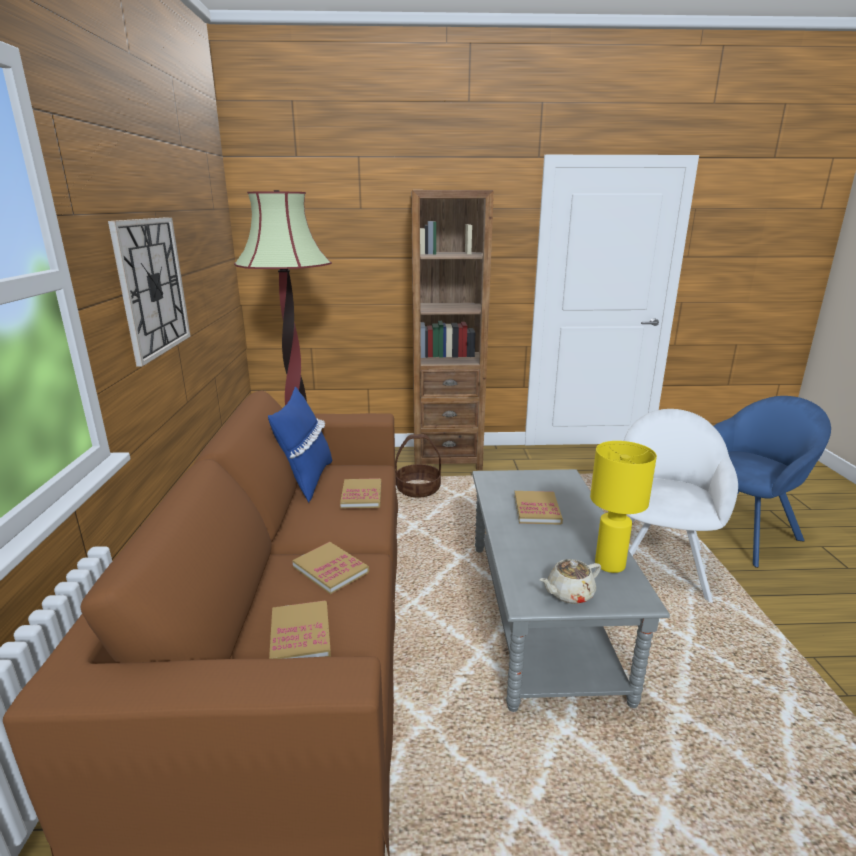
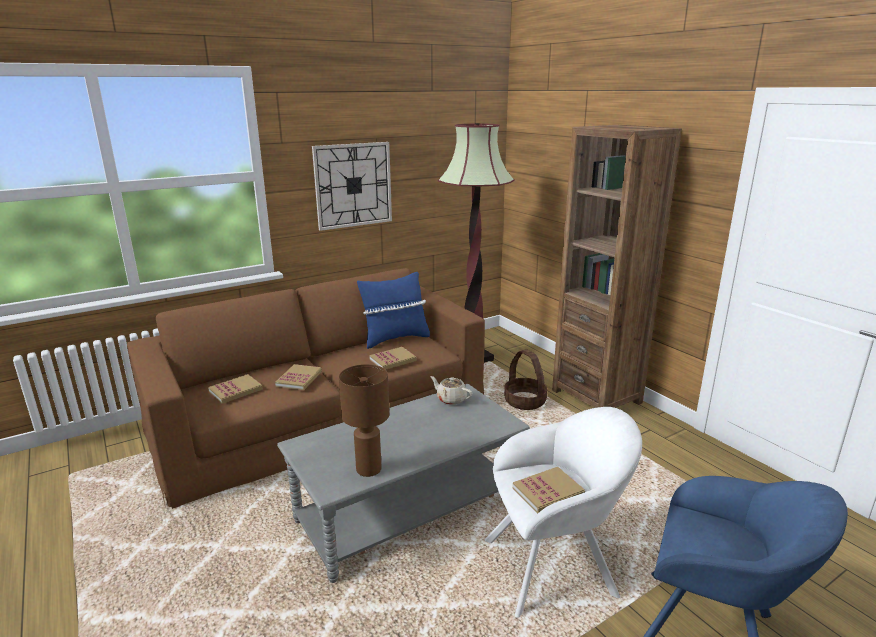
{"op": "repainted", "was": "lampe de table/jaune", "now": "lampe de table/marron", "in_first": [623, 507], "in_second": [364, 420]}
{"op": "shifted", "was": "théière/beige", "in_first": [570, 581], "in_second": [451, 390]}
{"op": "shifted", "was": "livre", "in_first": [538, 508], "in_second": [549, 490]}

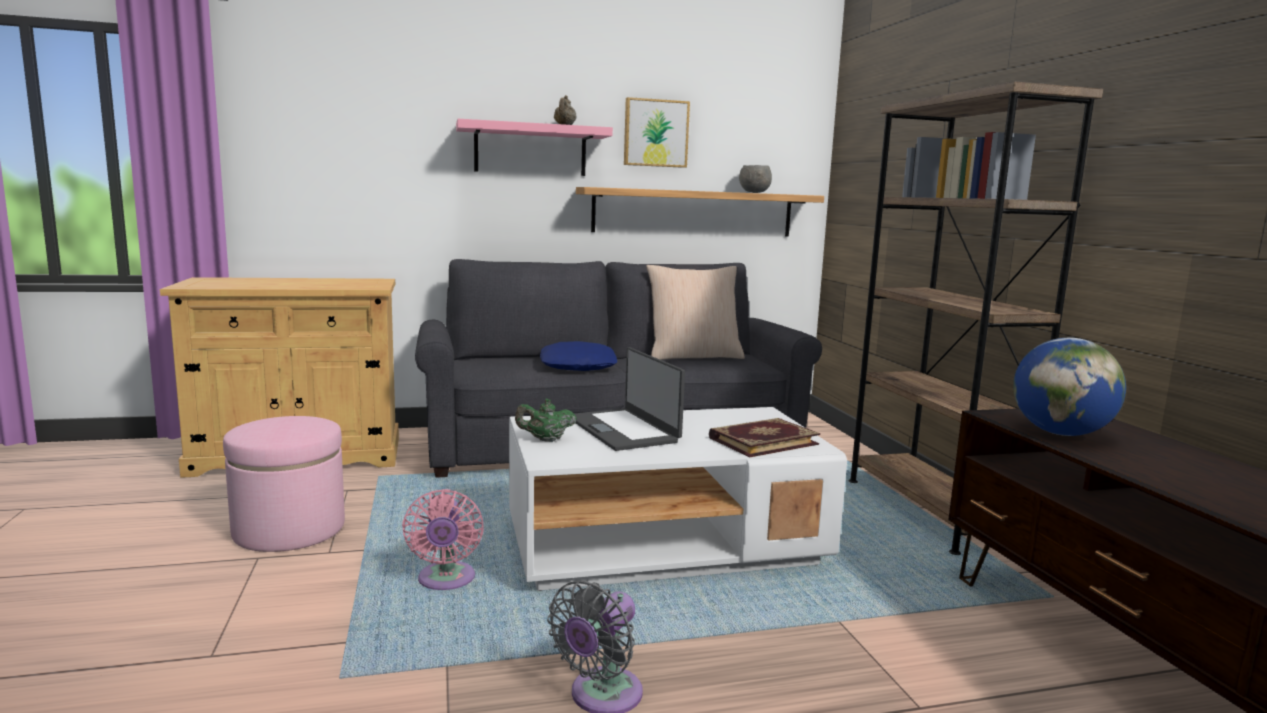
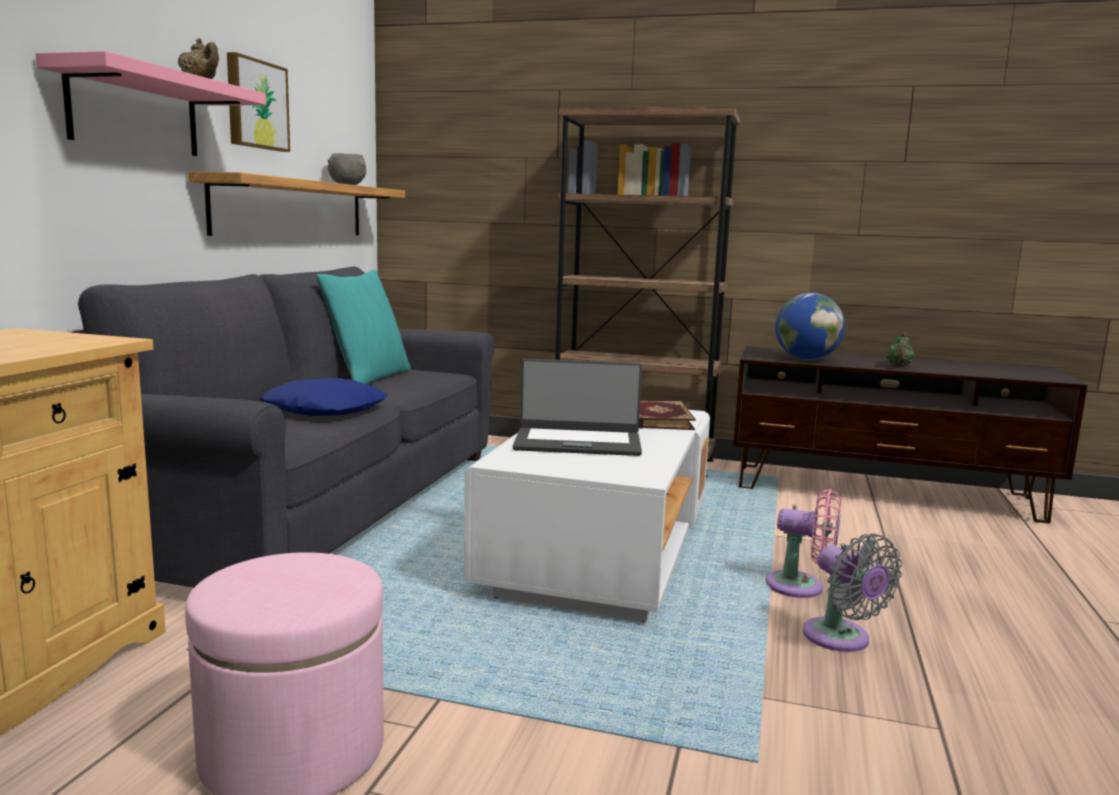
{"op": "repainted", "was": "coussin/beige", "now": "coussin/turquoise", "in_first": [695, 312], "in_second": [363, 326]}
{"op": "shifted", "was": "ventilateur/rose", "in_first": [443, 539], "in_second": [803, 543]}
{"op": "shifted", "was": "théière/vert", "in_first": [546, 420], "in_second": [900, 350]}

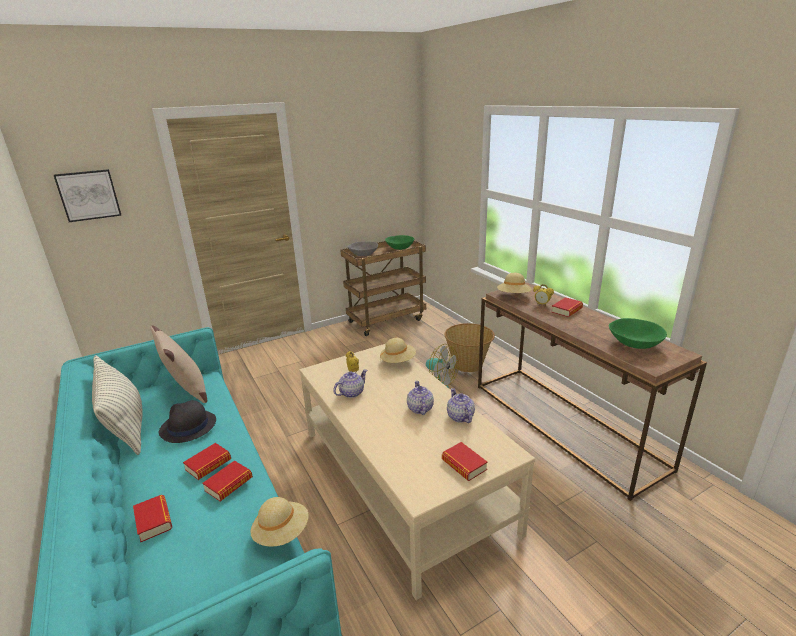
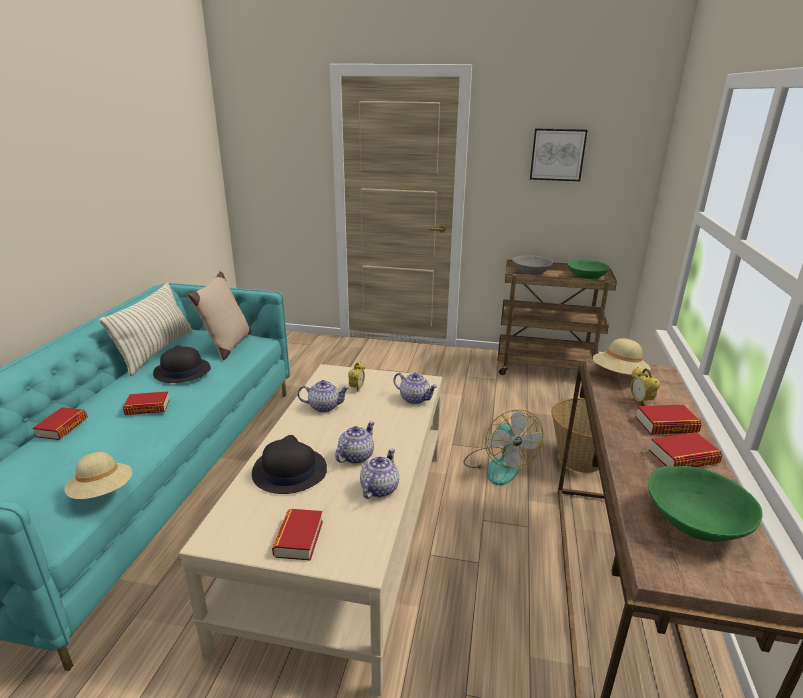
{"op": "new", "now": "chapeau/noir", "in_second": [289, 464]}
{"op": "swapped", "was": "chapeau/beige", "now": "théière", "in_first": [398, 350], "in_second": [415, 388]}
{"op": "shifted", "was": "tableau", "in_first": [88, 195], "in_second": [558, 154]}
{"op": "shifted", "was": "livre", "in_first": [227, 481], "in_second": [685, 449]}

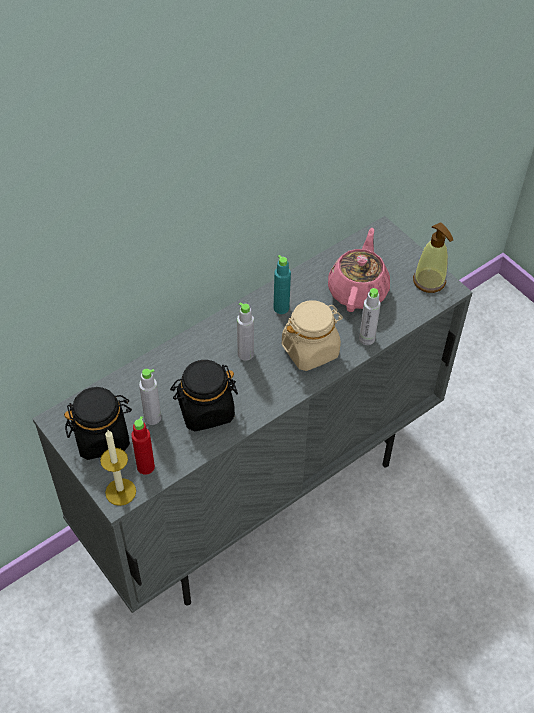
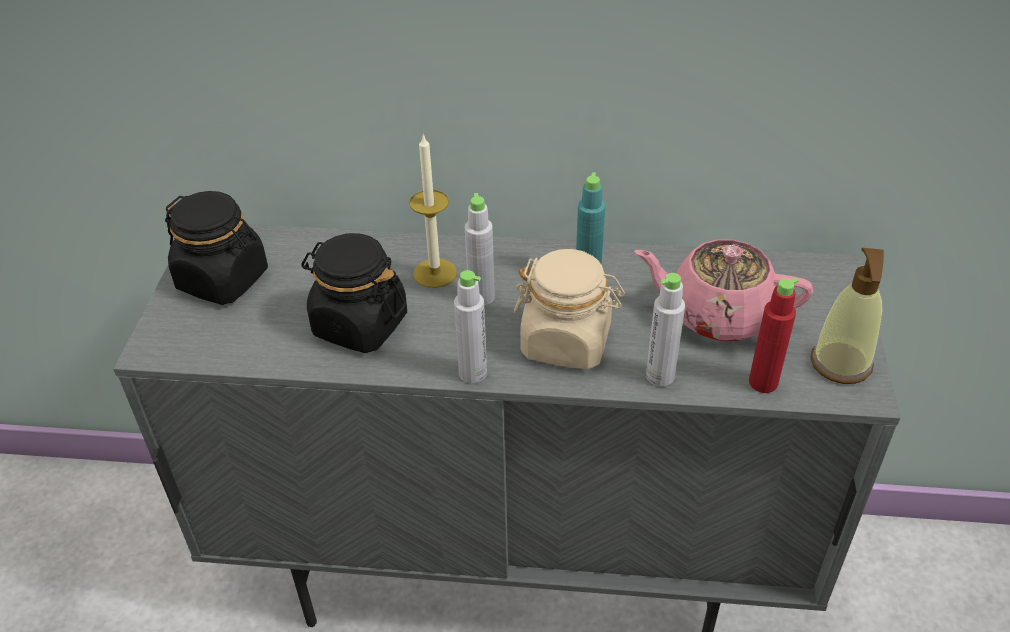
{"op": "shifted", "was": "bougie", "in_first": [118, 468], "in_second": [433, 210]}
{"op": "shifted", "was": "bouteille/gris", "in_first": [150, 397], "in_second": [470, 326]}
{"op": "rotated", "was": "théière/rose", "in_first": [359, 270], "in_second": [723, 290], "clockwise": -135}
{"op": "shifted", "was": "bouteille/rouge", "in_first": [143, 445], "in_second": [774, 335]}

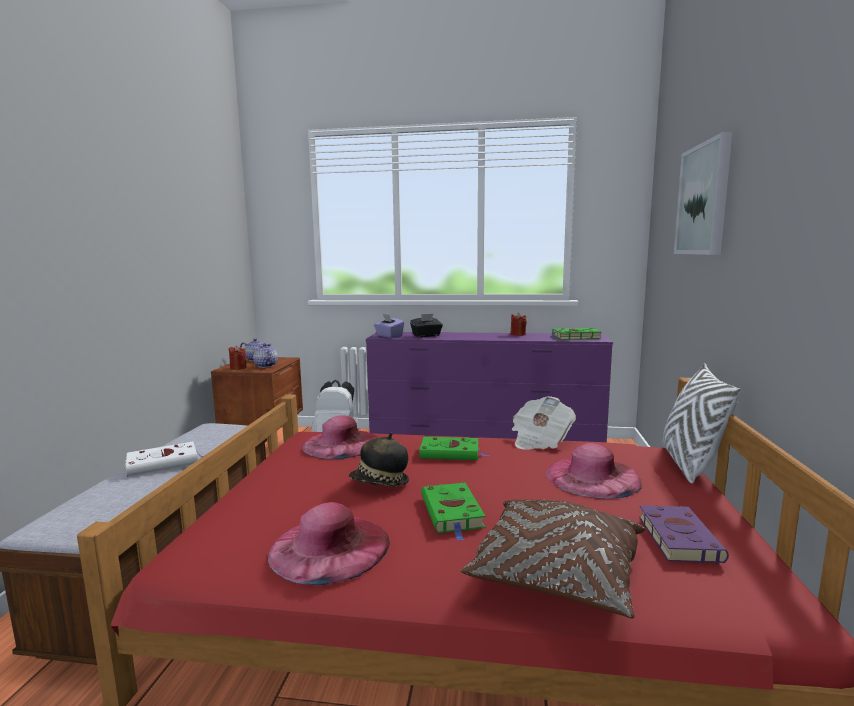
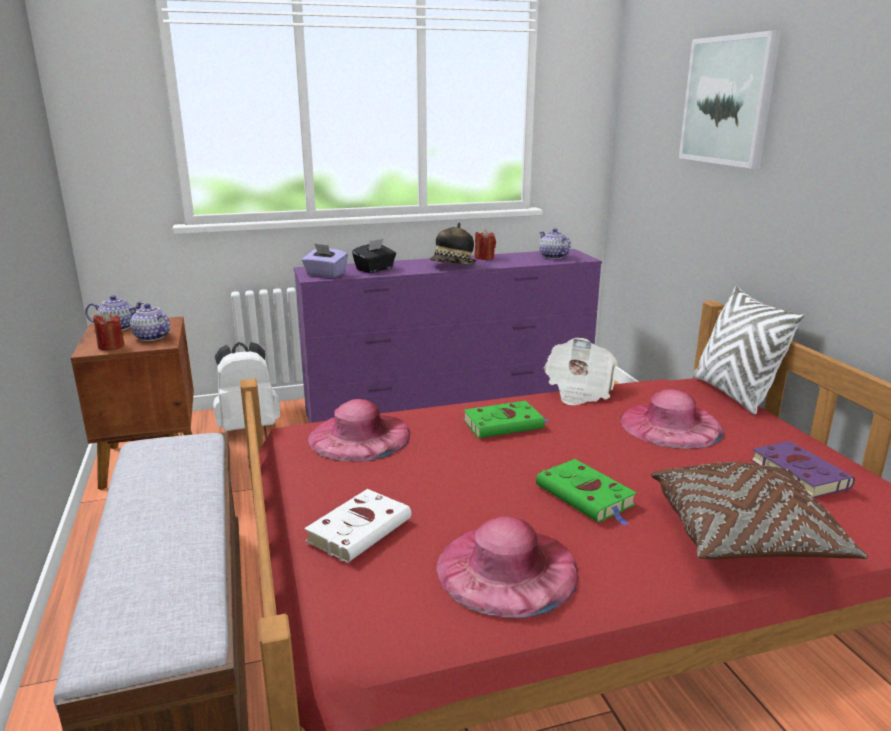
{"op": "shifted", "was": "livre/blanc", "in_first": [164, 459], "in_second": [358, 526]}
{"op": "shifted", "was": "chapeau", "in_first": [379, 459], "in_second": [452, 243]}
{"op": "swapped", "was": "livre/vert", "now": "théière", "in_first": [574, 334], "in_second": [555, 243]}

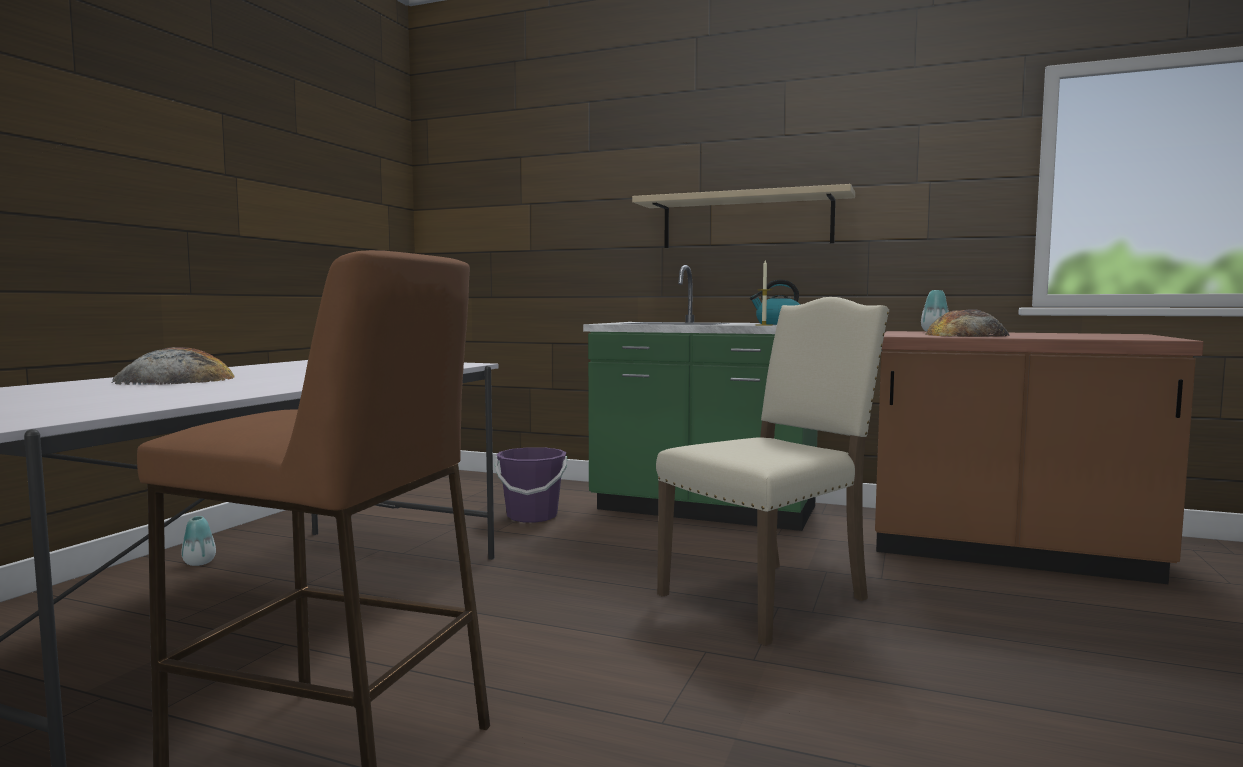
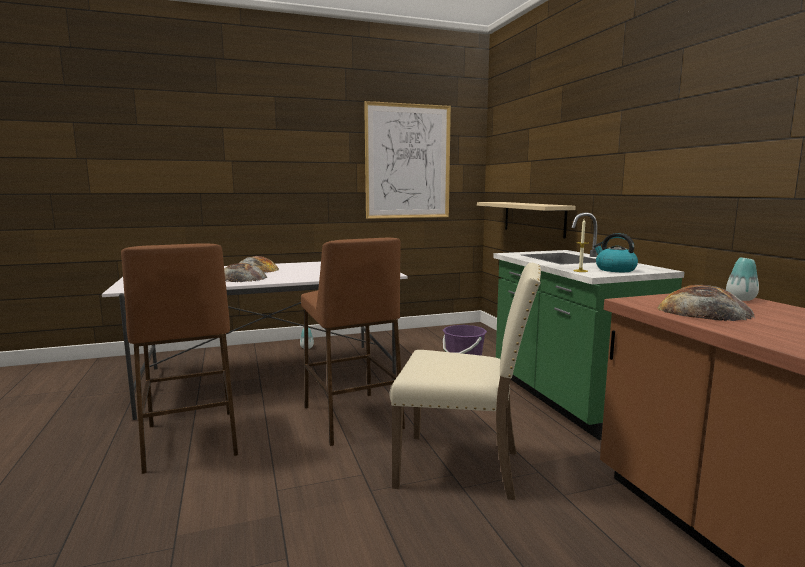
{"op": "new", "now": "pain", "in_second": [245, 272]}
{"op": "new", "now": "tabouret/marron", "in_second": [353, 342]}
{"op": "new", "now": "tableau", "in_second": [407, 160]}
{"op": "shifted", "was": "étagère/beige", "in_first": [743, 216], "in_second": [526, 220]}

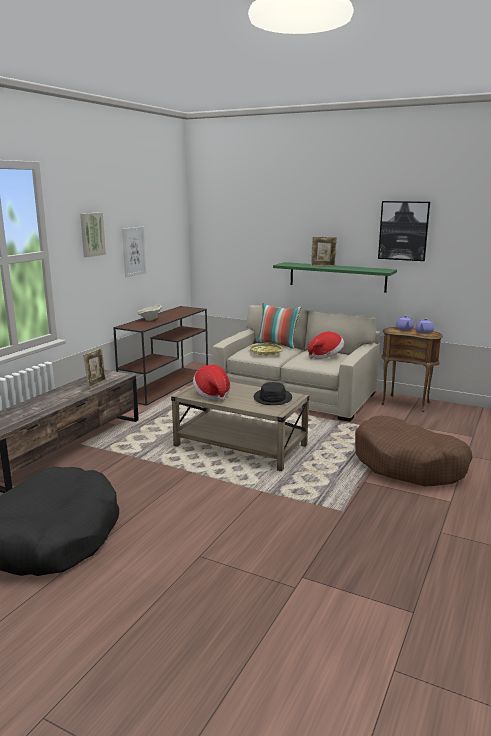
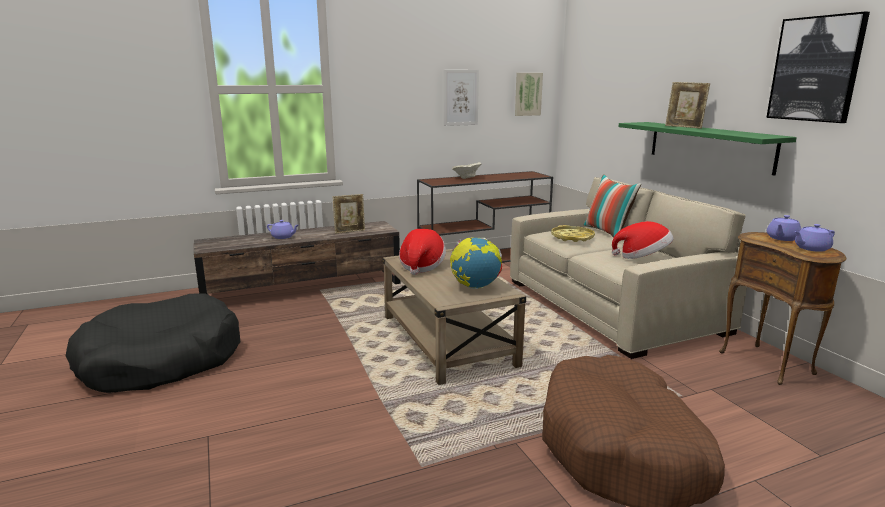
{"op": "new", "now": "théière/violet", "in_second": [282, 229]}
{"op": "swapped", "was": "chapeau/noir", "now": "globe", "in_first": [273, 393], "in_second": [476, 263]}
{"op": "shifted", "was": "tableau", "in_first": [93, 234], "in_second": [529, 94]}

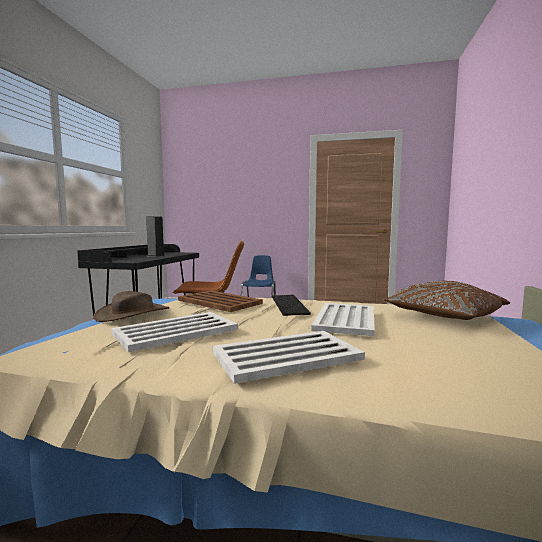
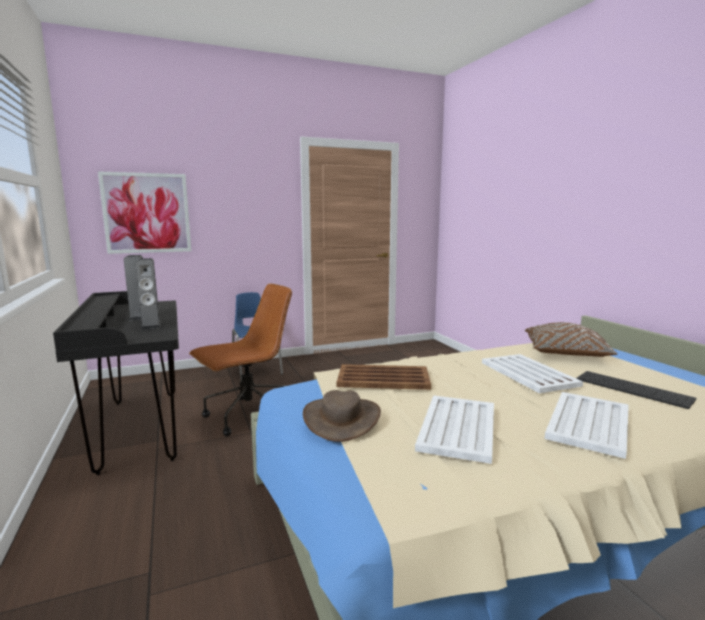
{"op": "new", "now": "tableau", "in_second": [144, 212]}
{"op": "new", "now": "enceinte", "in_second": [148, 294]}
{"op": "shifted", "was": "clavier", "in_first": [291, 305], "in_second": [636, 390]}

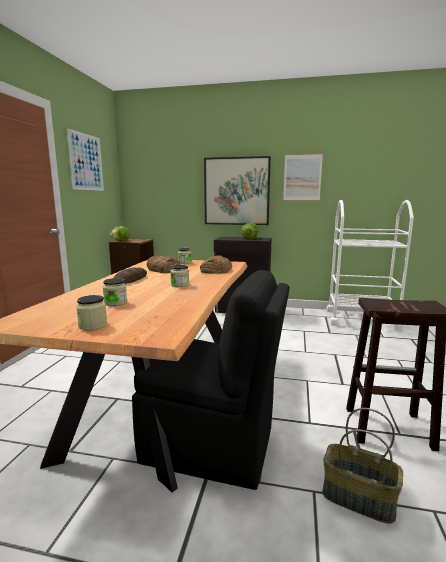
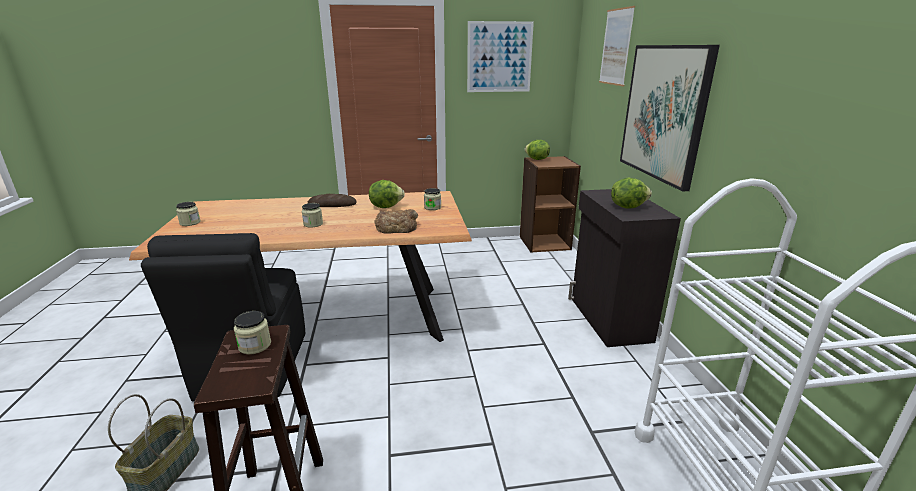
{"op": "shifted", "was": "bocal", "in_first": [115, 292], "in_second": [252, 332]}
{"op": "swapped", "was": "pain", "now": "laitue", "in_first": [164, 264], "in_second": [387, 194]}
{"op": "shifted", "was": "tableau", "in_first": [303, 177], "in_second": [617, 46]}

